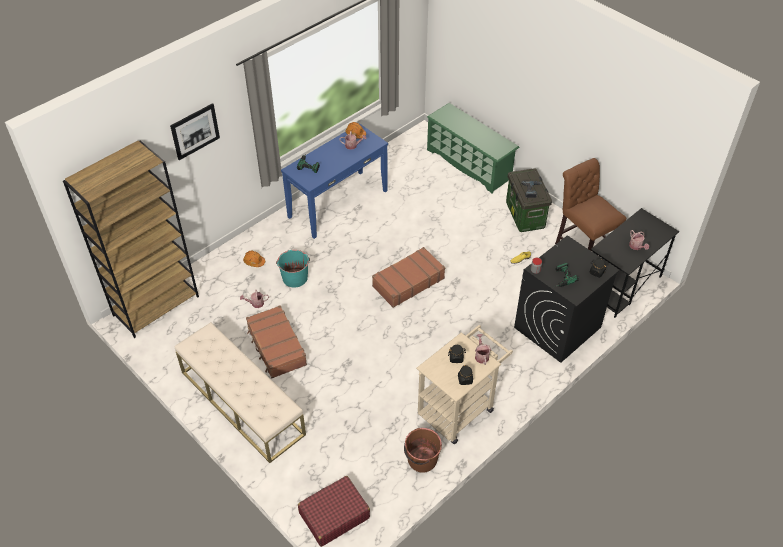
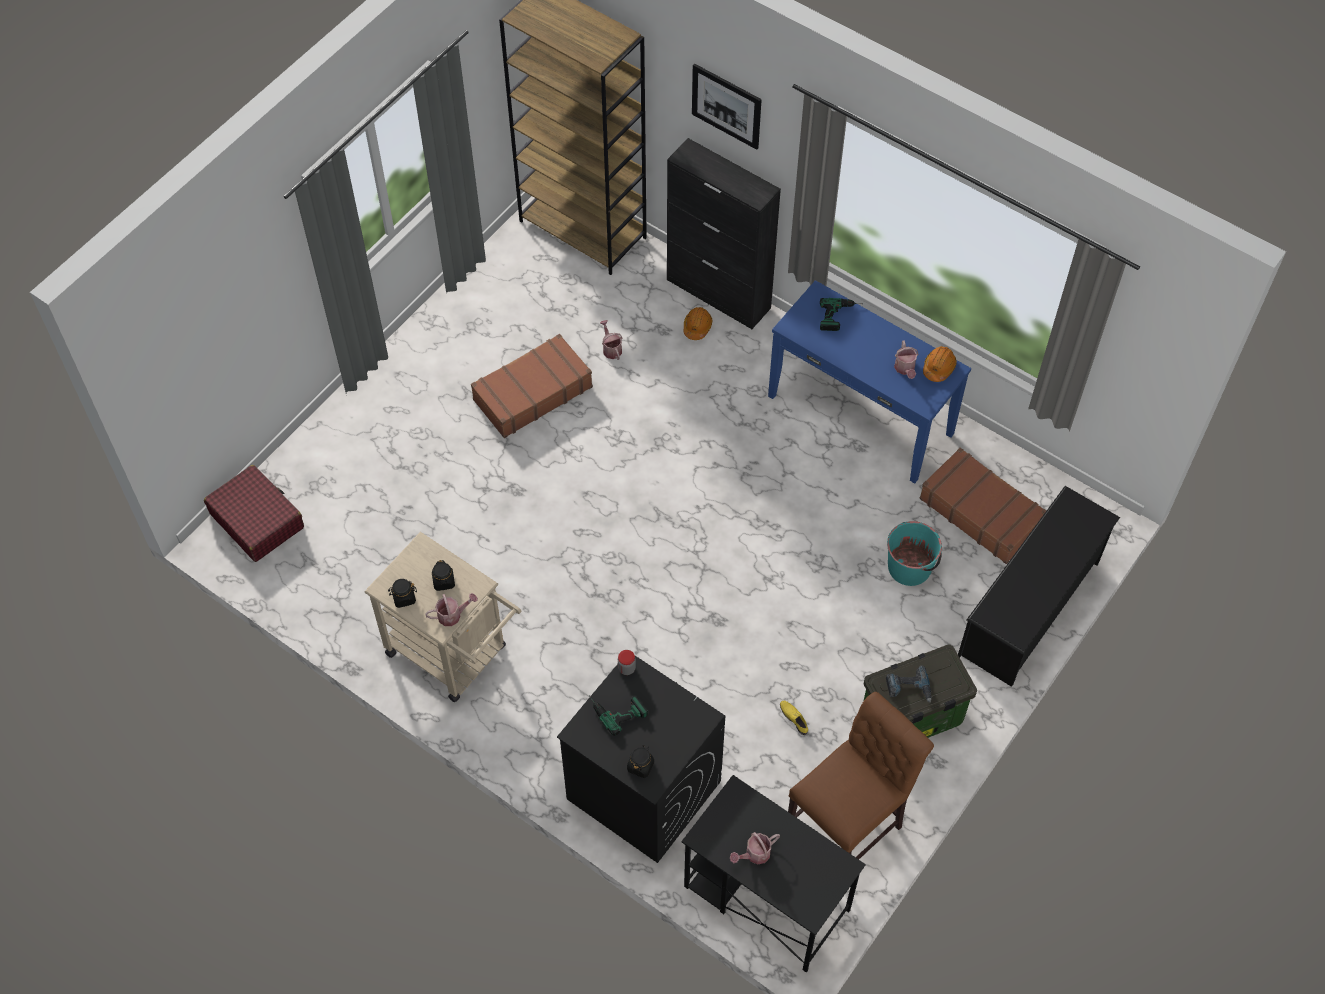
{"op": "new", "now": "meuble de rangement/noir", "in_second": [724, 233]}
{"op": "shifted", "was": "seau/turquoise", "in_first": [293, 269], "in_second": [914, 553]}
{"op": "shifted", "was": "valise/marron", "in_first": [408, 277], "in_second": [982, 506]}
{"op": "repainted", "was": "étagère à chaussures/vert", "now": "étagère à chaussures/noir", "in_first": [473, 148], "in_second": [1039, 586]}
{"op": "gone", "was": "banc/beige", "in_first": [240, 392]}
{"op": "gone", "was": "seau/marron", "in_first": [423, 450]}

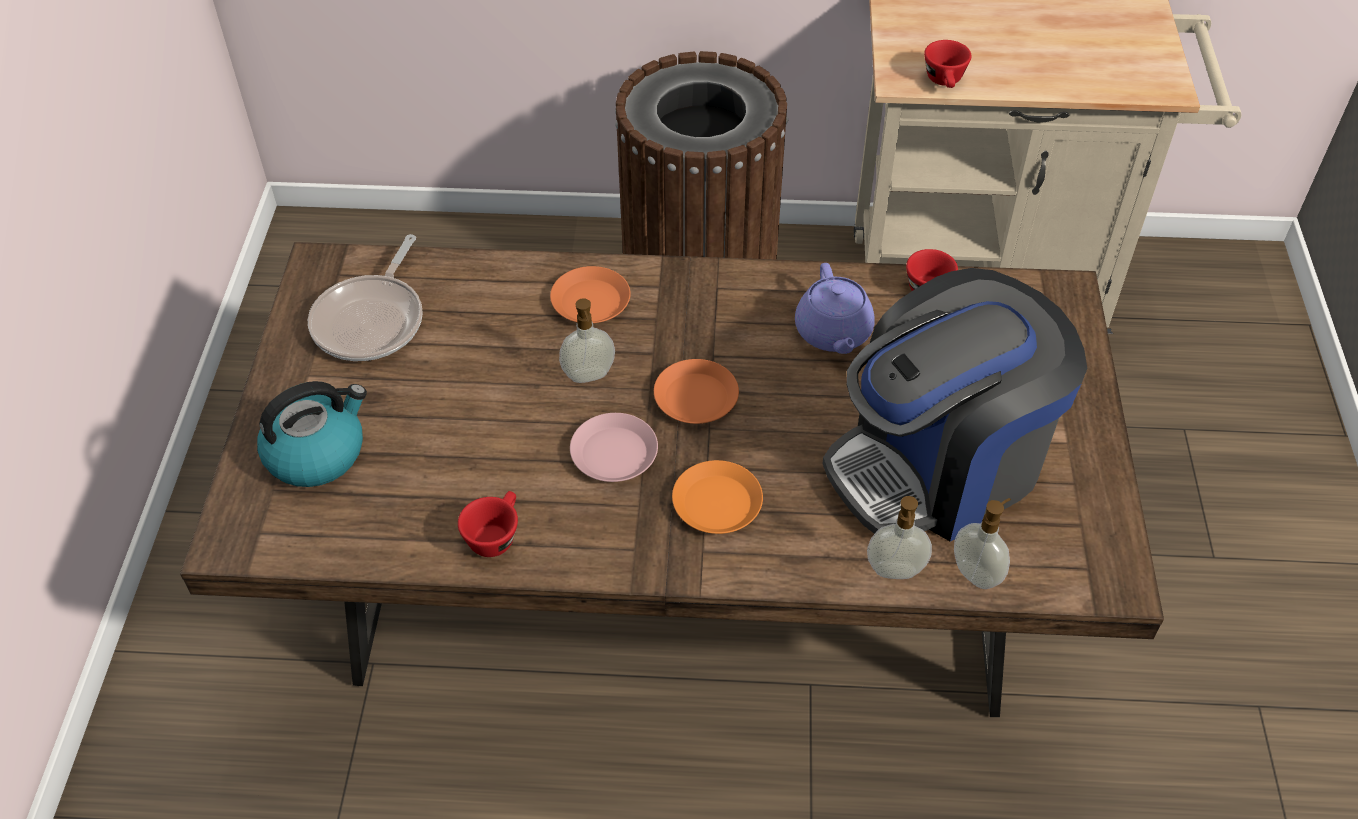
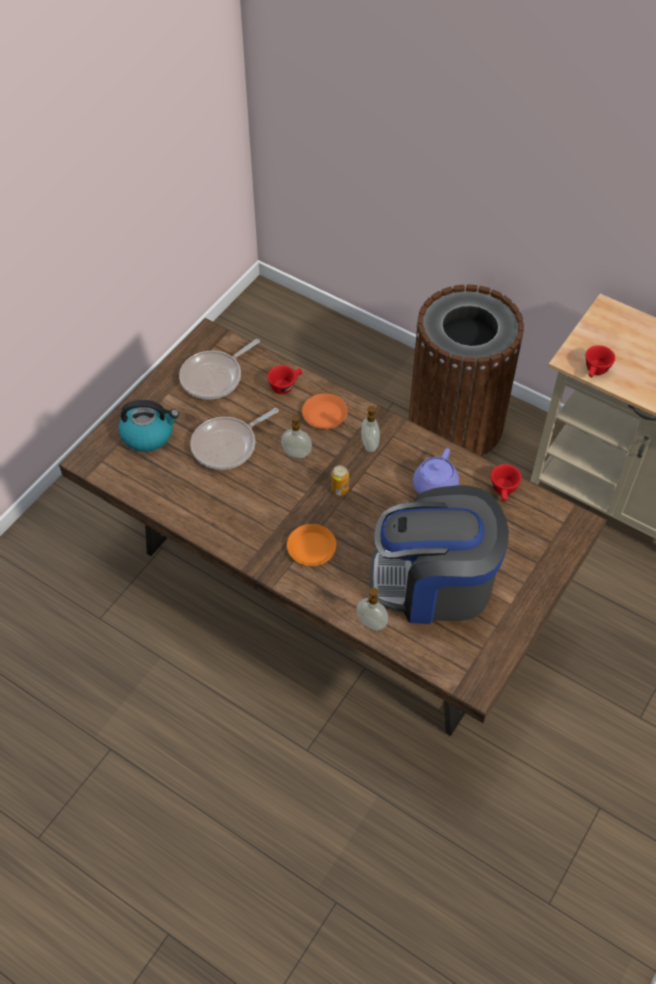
{"op": "new", "now": "poêle", "in_second": [234, 439]}
{"op": "shifted", "was": "tasse/rouge", "in_first": [488, 524], "in_second": [285, 379]}
{"op": "swapped", "was": "assiette/orange", "now": "boîte métallique", "in_first": [696, 391], "in_second": [340, 480]}
{"op": "shifted", "was": "distributeur de savon", "in_first": [982, 543], "in_second": [372, 429]}
{"op": "gone", "was": "assiette/rose", "in_first": [614, 447]}

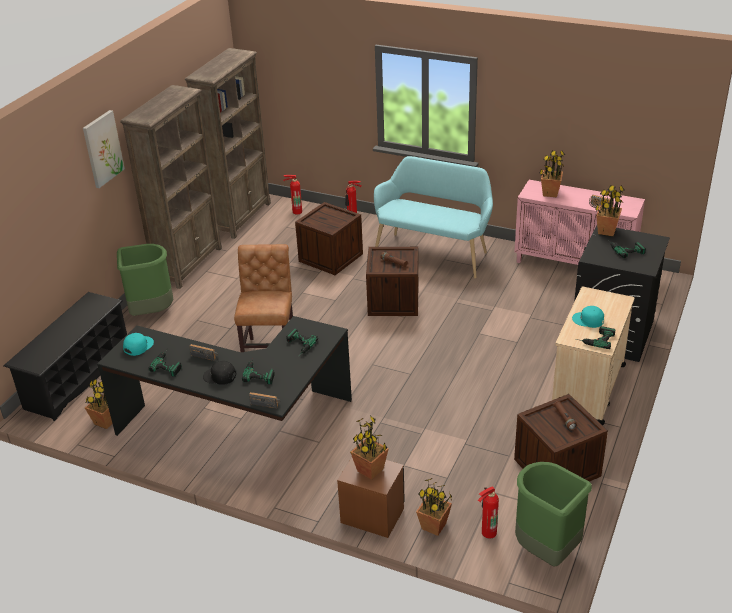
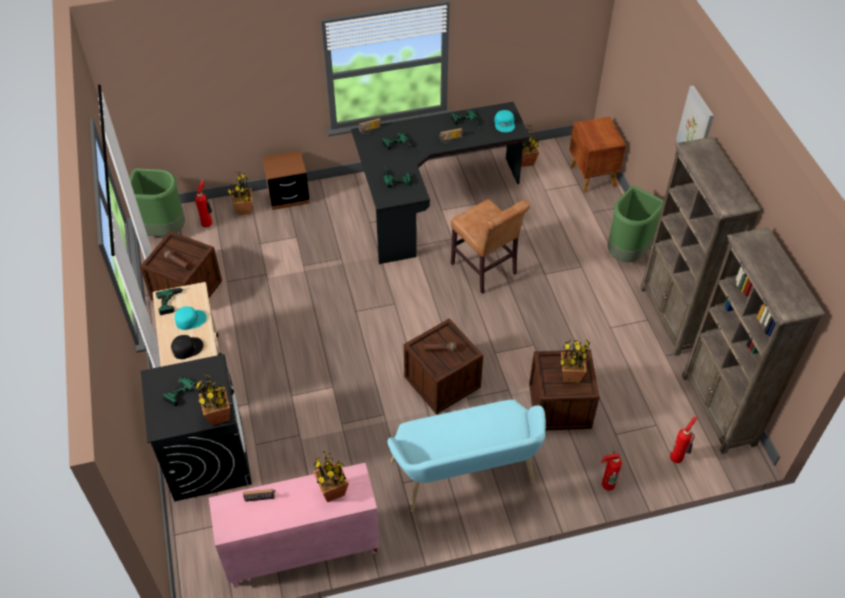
{"op": "shifted", "was": "casquette/noir", "in_first": [219, 373], "in_second": [187, 347]}
{"op": "shifted", "was": "plante en pot", "in_first": [369, 447], "in_second": [574, 361]}
{"op": "swapped", "was": "étagère à chaussures/noir", "now": "table de chevet/marron", "in_first": [65, 356], "in_second": [598, 154]}

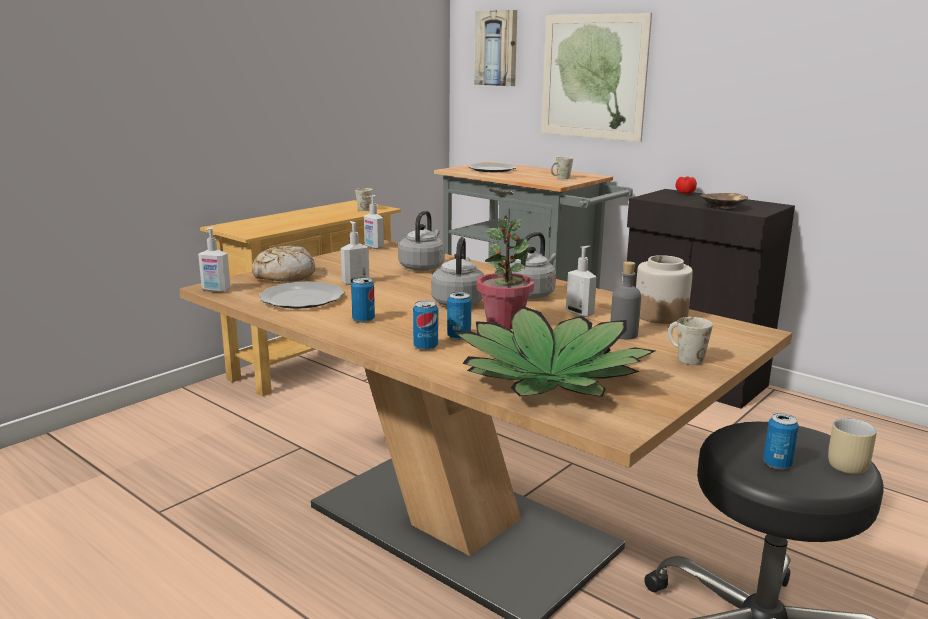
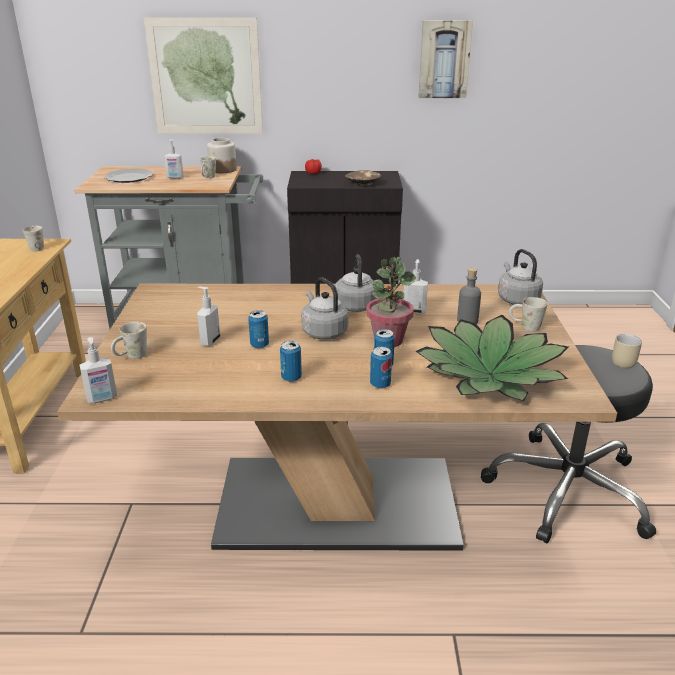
{"op": "swapped", "was": "pain", "now": "mug/blanc", "in_first": [283, 264], "in_second": [129, 340]}
{"op": "shifted", "was": "distributeur de savon", "in_first": [374, 222], "in_second": [174, 159]}
{"op": "shifted", "was": "bocal", "in_first": [664, 289], "in_second": [222, 155]}
{"op": "shifted", "was": "boîte métallique", "in_first": [781, 441], "in_second": [258, 329]}
{"op": "shifted", "was": "tableau", "in_first": [495, 48], "in_second": [446, 59]}
{"op": "shifted", "was": "bouilloire/gris", "in_first": [421, 240], "in_second": [520, 277]}
{"op": "gone", "was": "assiette", "in_first": [301, 295]}

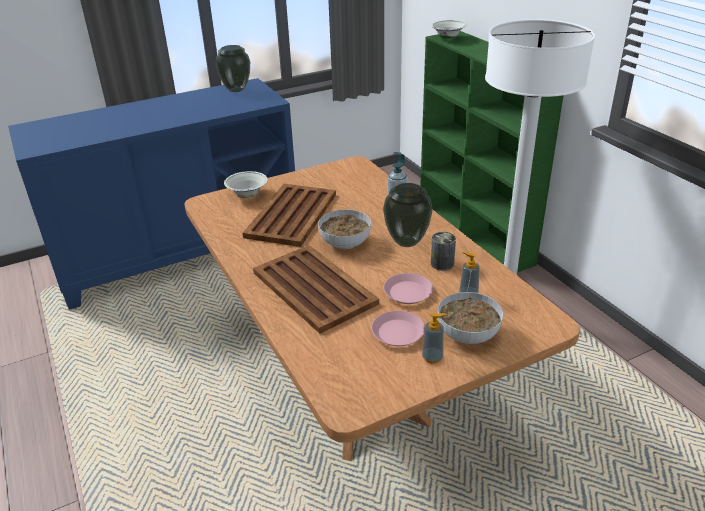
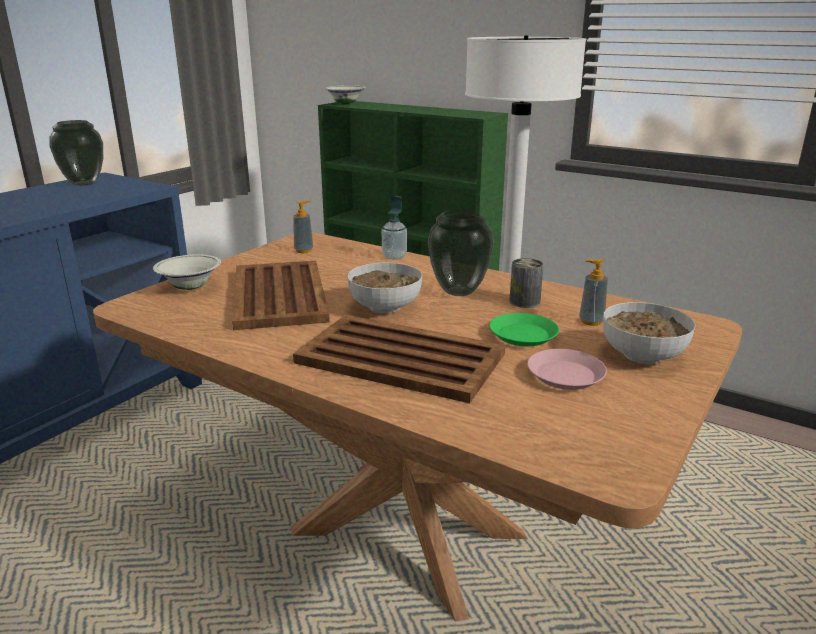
{"op": "shifted", "was": "distributeur de savon", "in_first": [434, 338], "in_second": [303, 227]}
{"op": "repainted", "was": "assiette/rose", "now": "assiette/vert", "in_first": [408, 288], "in_second": [524, 329]}

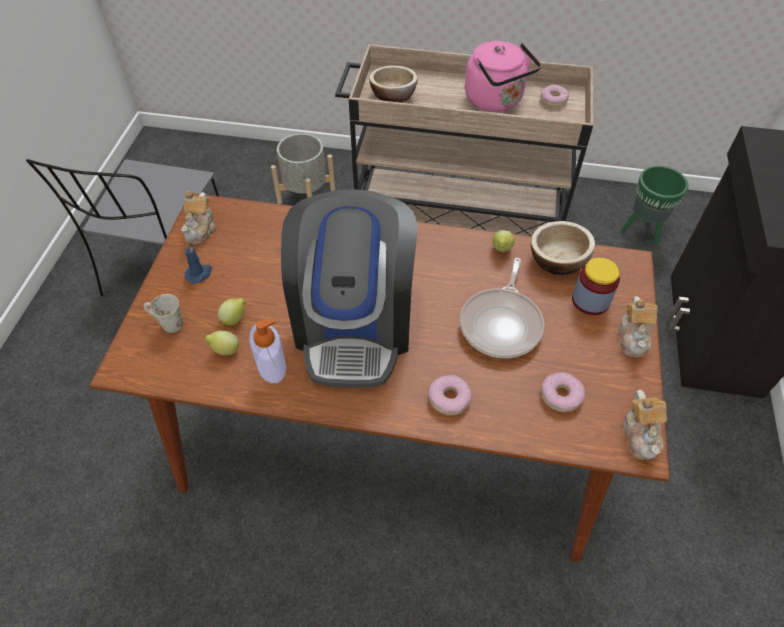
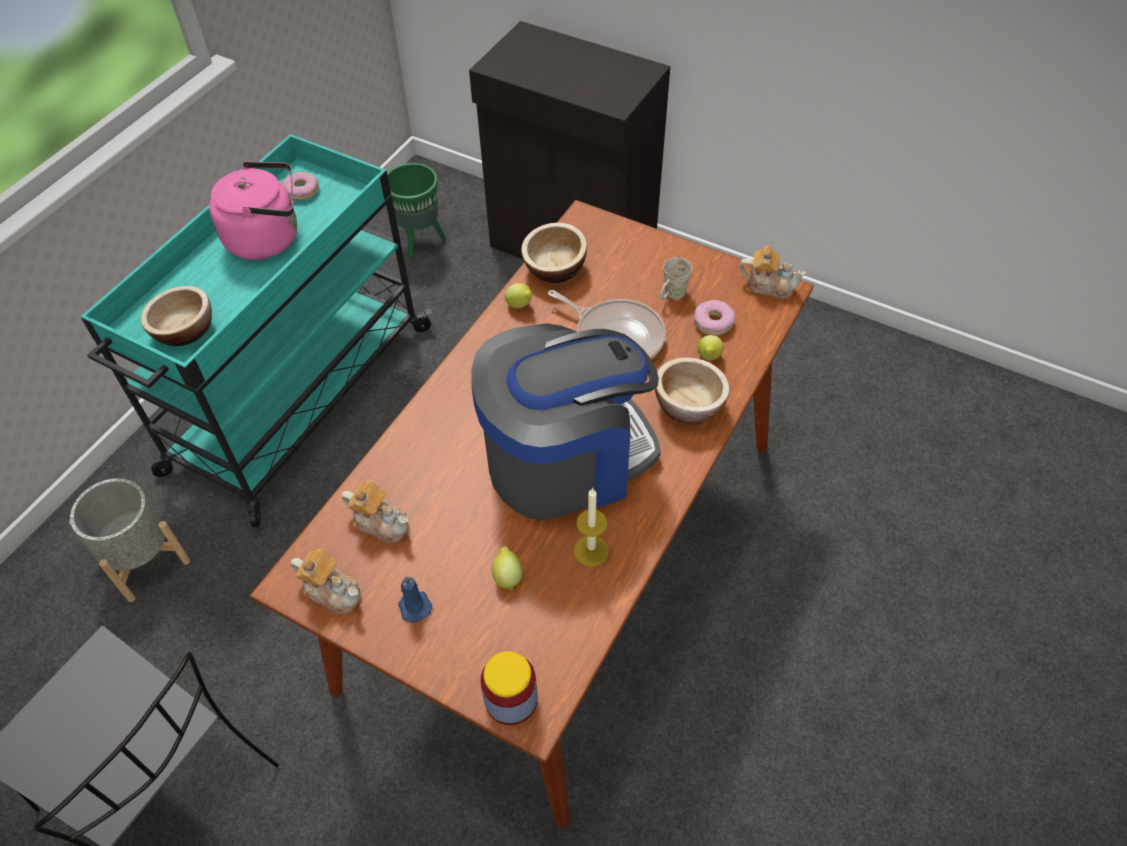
{"op": "repainted", "was": "chariot/beige", "now": "chariot/turquoise", "in_first": [464, 140], "in_second": [256, 330]}
{"op": "shifted", "was": "théière", "in_first": [638, 327], "in_second": [375, 512]}
{"op": "rotated", "was": "machine à café", "in_first": [349, 288], "in_second": [566, 421], "clockwise": -45}
{"op": "shifted", "was": "bocal", "in_first": [596, 286], "in_second": [509, 688]}
{"op": "swapped", "was": "distributeur de savon", "now": "bougie", "in_first": [267, 351], "in_second": [591, 527]}
{"op": "swapped", "was": "beignet", "now": "bol", "in_first": [450, 395], "in_second": [692, 391]}
{"op": "shifted", "was": "mug/blanc", "in_first": [163, 313], "in_second": [676, 278]}
{"op": "shifted", "was": "citron", "in_first": [222, 343], "in_second": [710, 348]}

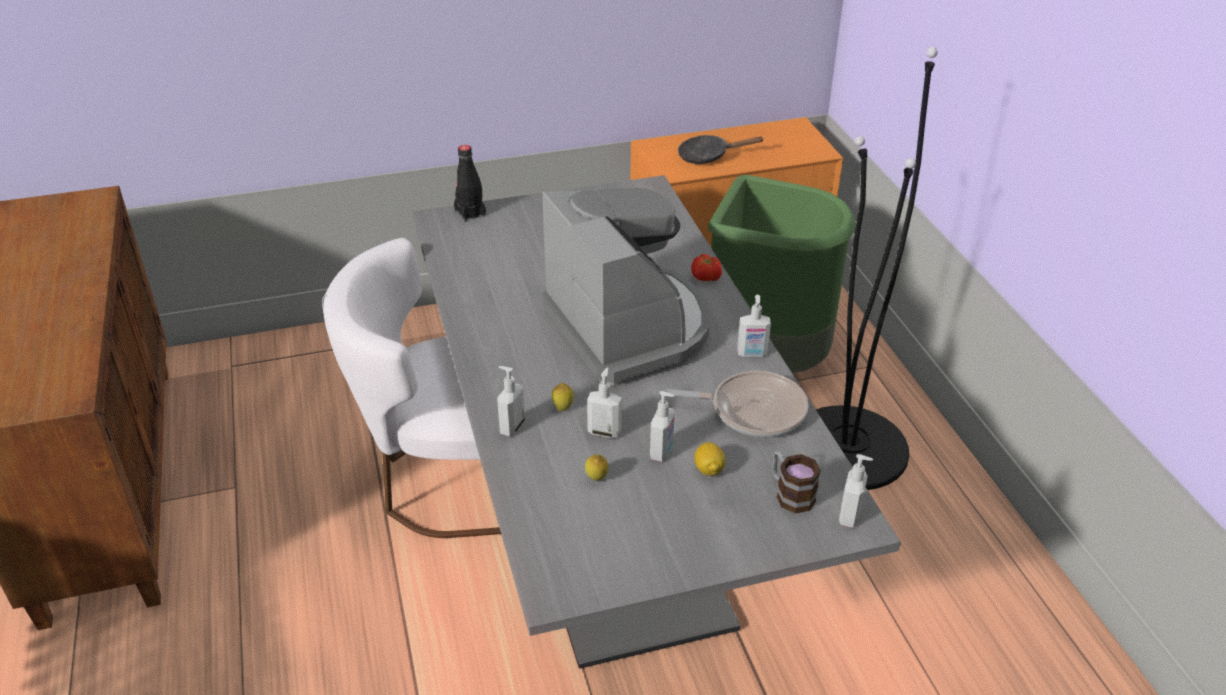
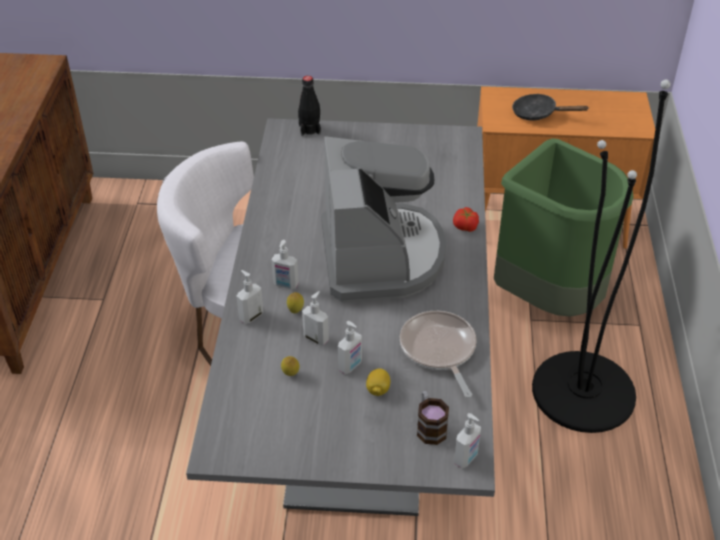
{"op": "shifted", "was": "distributeur de savon", "in_first": [754, 325], "in_second": [285, 264]}
{"op": "rotated", "was": "poêle", "in_first": [736, 404], "in_second": [438, 354], "clockwise": -135}

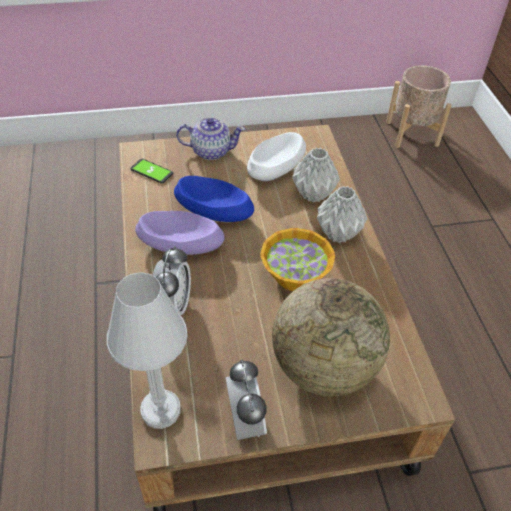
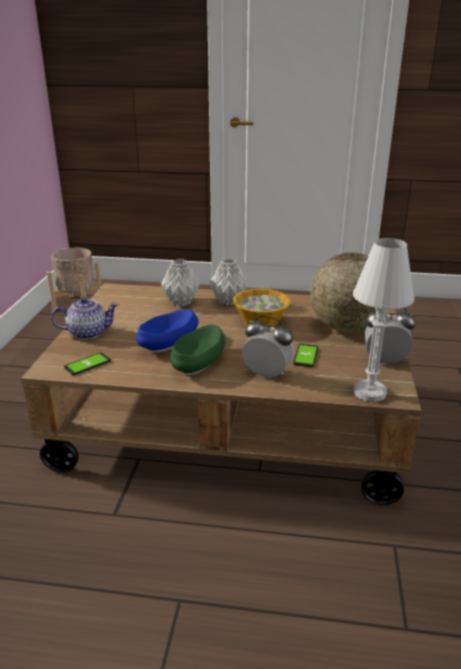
{"op": "rotated", "was": "théière", "in_first": [210, 139], "in_second": [85, 318], "clockwise": 60}
{"op": "repainted", "was": "bol/violet", "now": "bol/vert", "in_first": [180, 233], "in_second": [198, 350]}
{"op": "new", "now": "téléphone", "in_second": [305, 355]}
{"op": "gone", "was": "bol/blanc", "in_first": [276, 156]}

